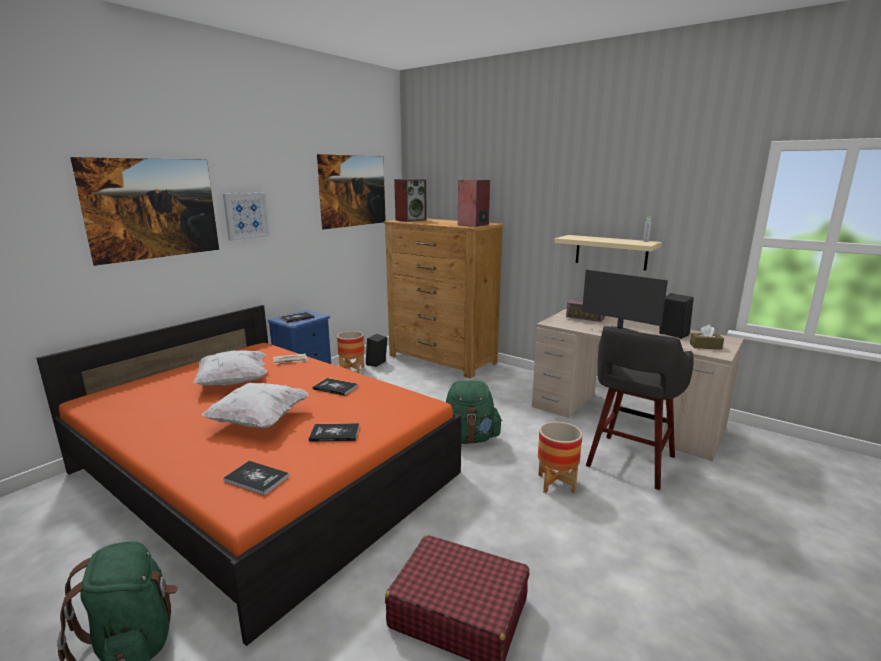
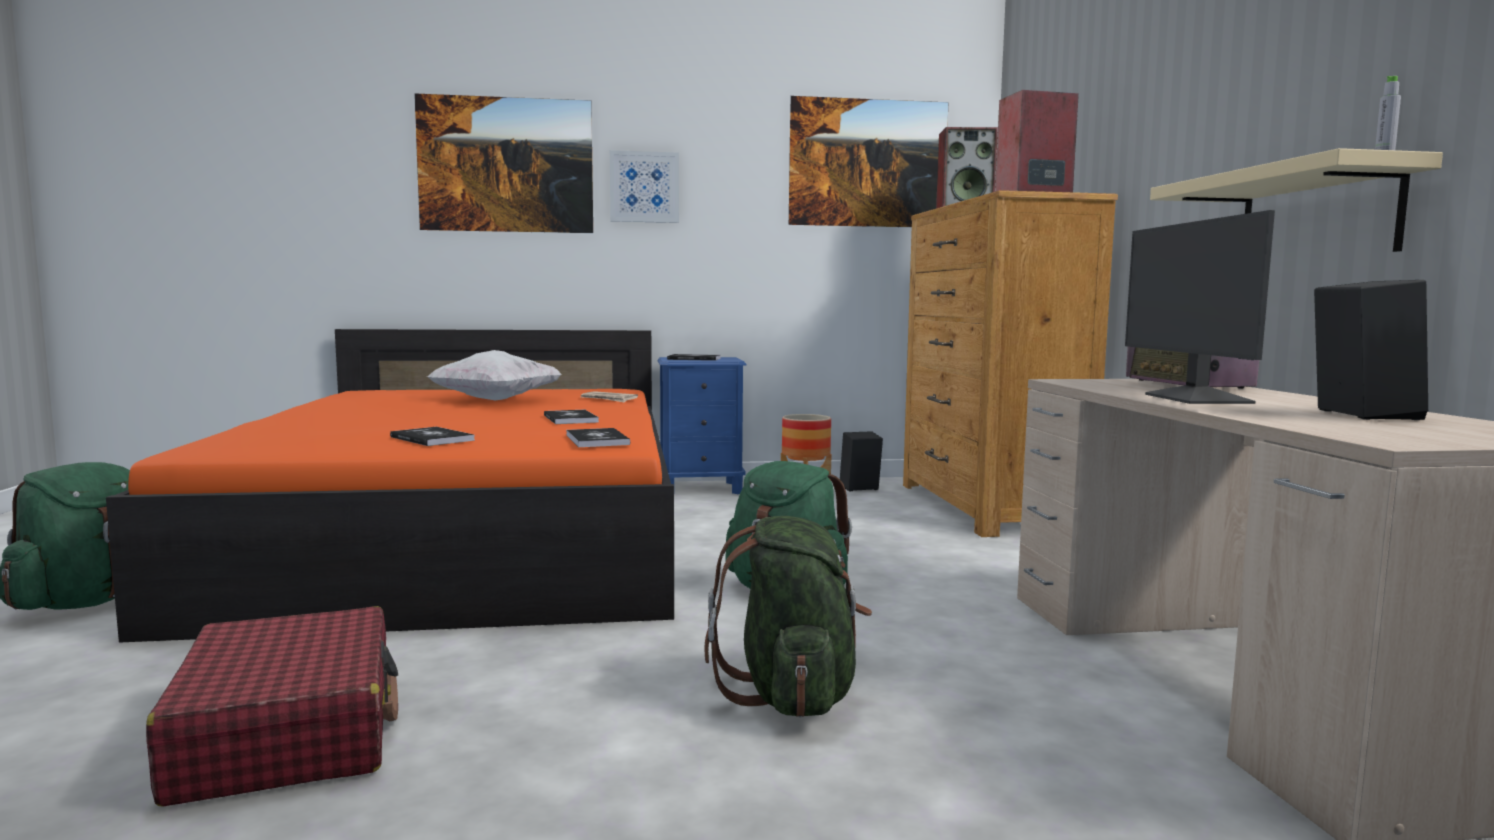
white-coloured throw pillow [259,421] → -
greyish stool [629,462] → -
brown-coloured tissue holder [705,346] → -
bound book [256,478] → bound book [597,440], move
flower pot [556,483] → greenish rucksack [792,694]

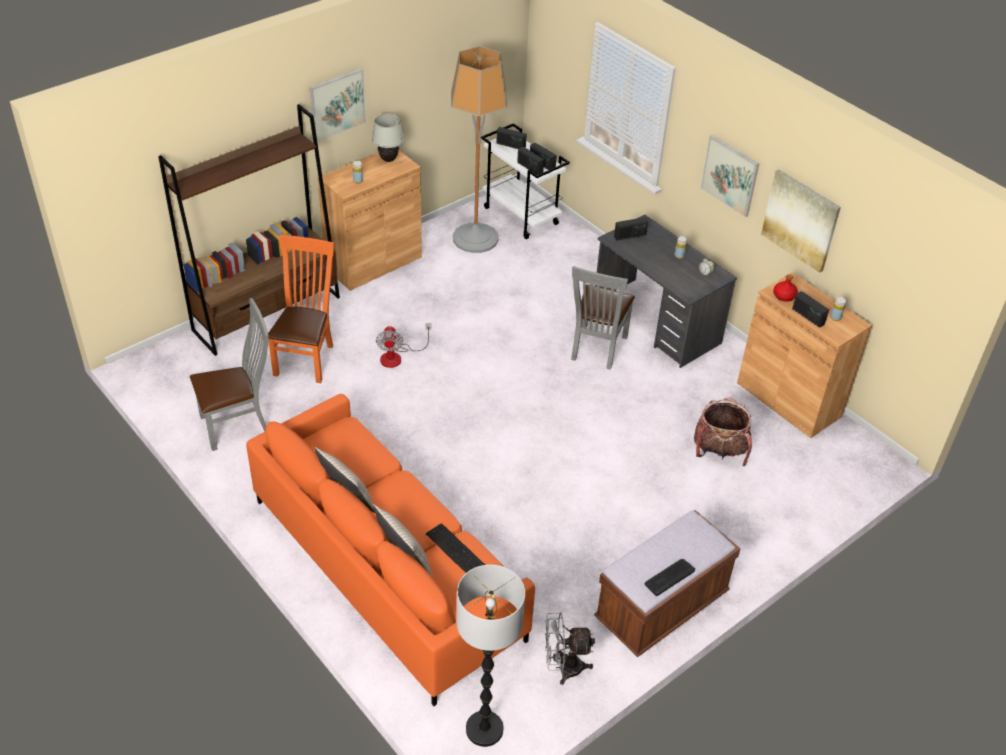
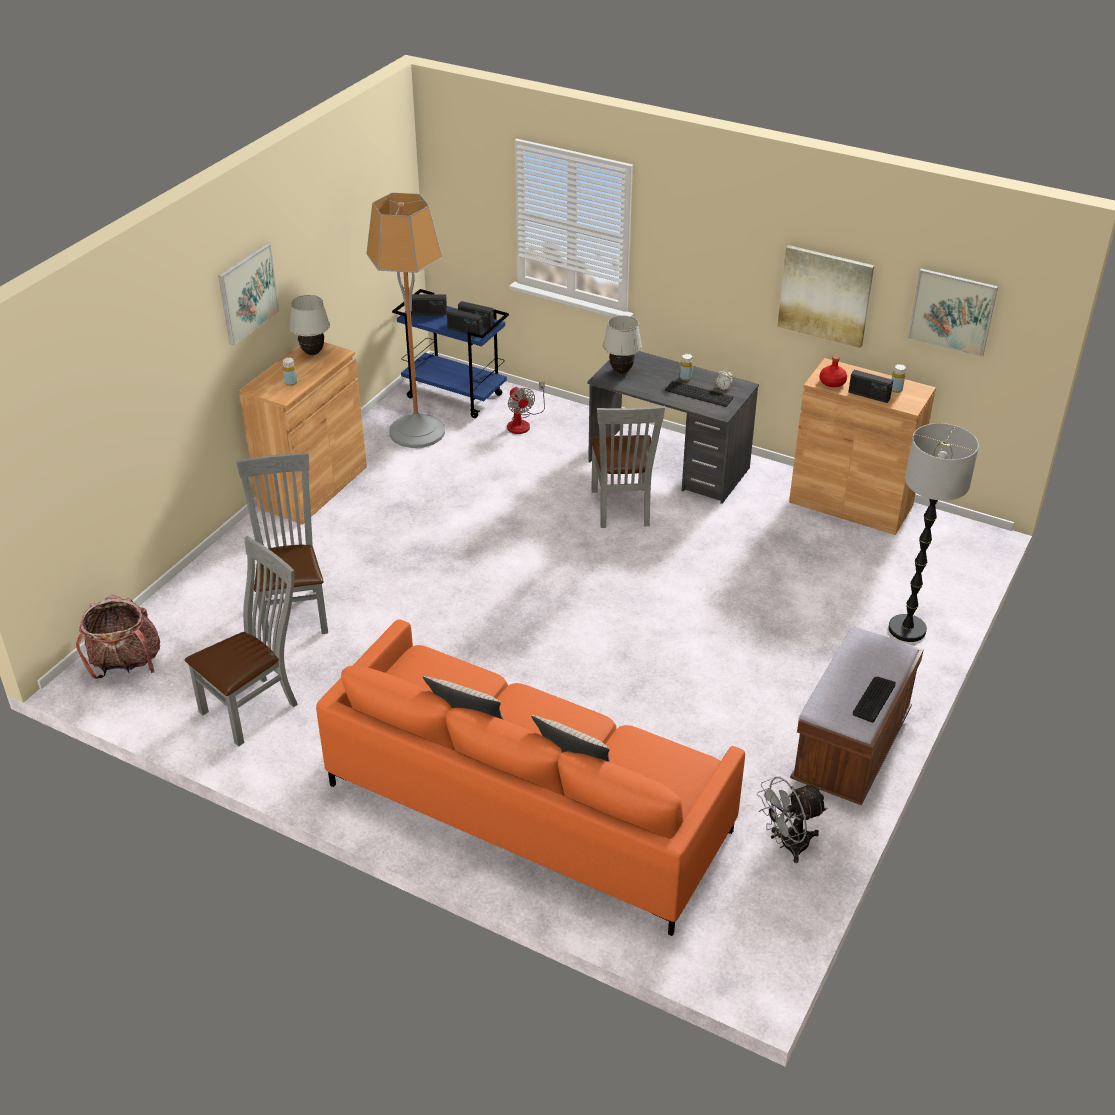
brown-coloured bookshelf [267,313] → -
electric fan [397,357] → electric fan [522,423], move
computer keyboard [456,549] → computer keyboard [698,393], move
floor lamp [484,729] → floor lamp [907,629], move
rucksack [719,451] → rucksack [126,664], move
wall picture [730,175] → wall picture [952,311], move
radio receiver [630,236] → white-coloured tabletop lamp [621,371]
orangey plain chair [306,358] → greyish plain chair [294,610]
white-coloured trolley [521,216] → blue trolley [455,396]

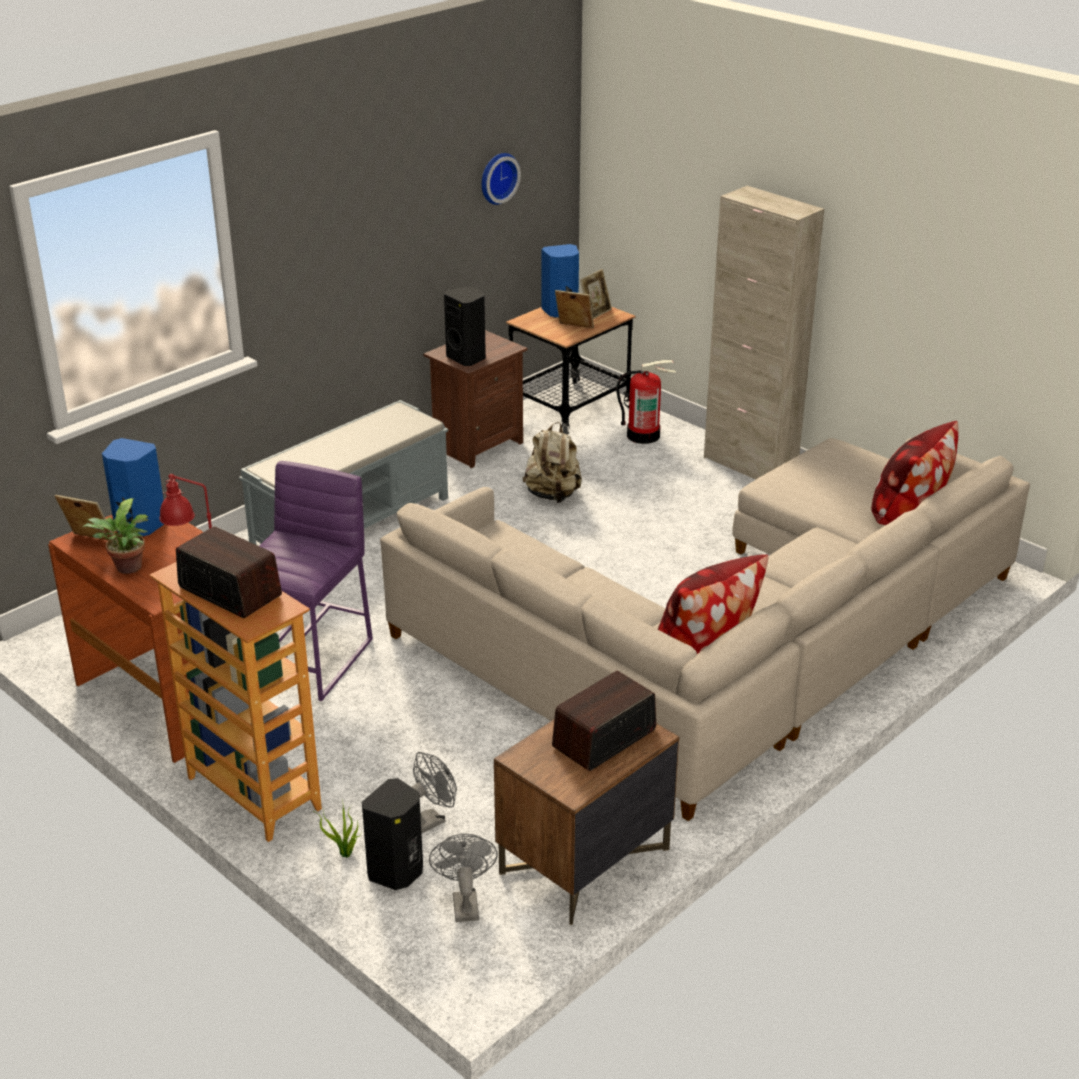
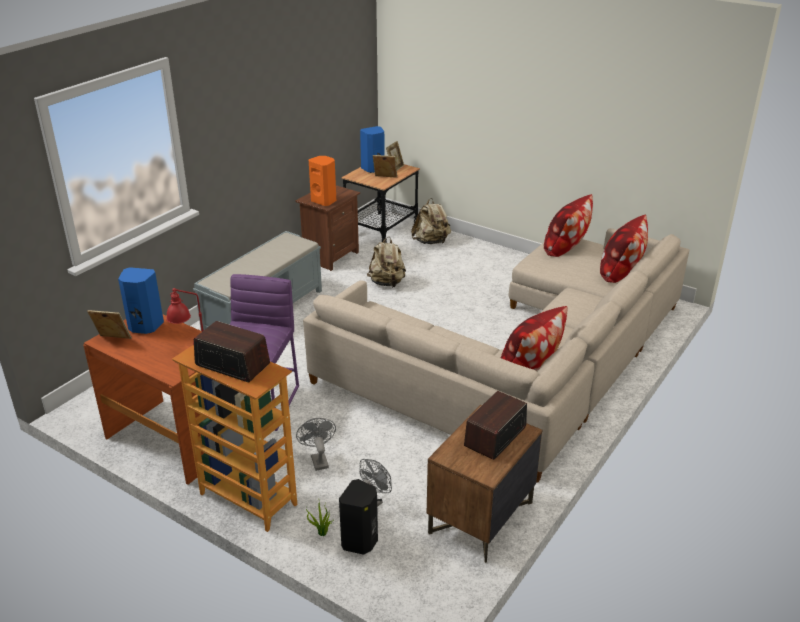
houseplant [126,569] → -
clock on the wall [497,177] → -
beige-coloured cabinet [749,466] → -
- → throw pillow [566,248]
greyish electric fan [464,902] → greyish electric fan [318,459], move
extinguisher [643,435] → beige-coloured rucksack [431,242]
blackish audio speaker [467,358] → orangey audio speaker [324,201]

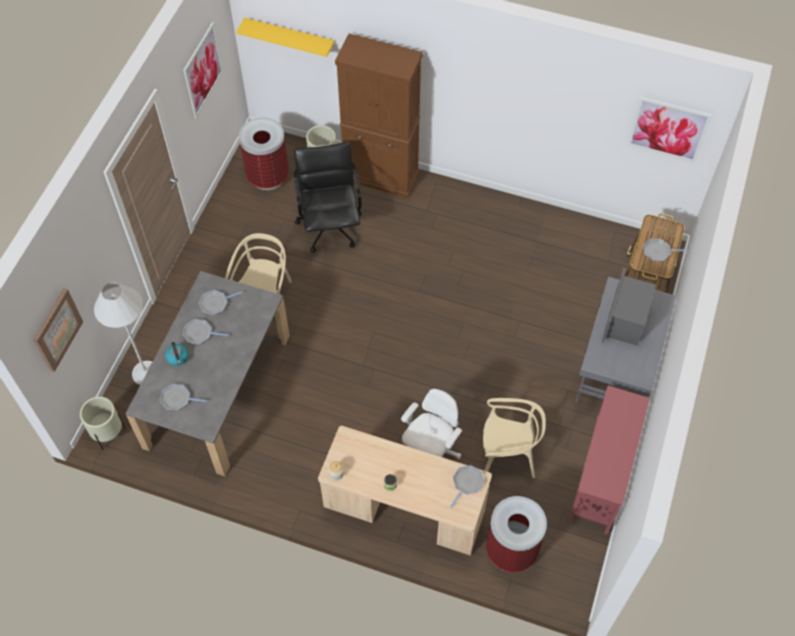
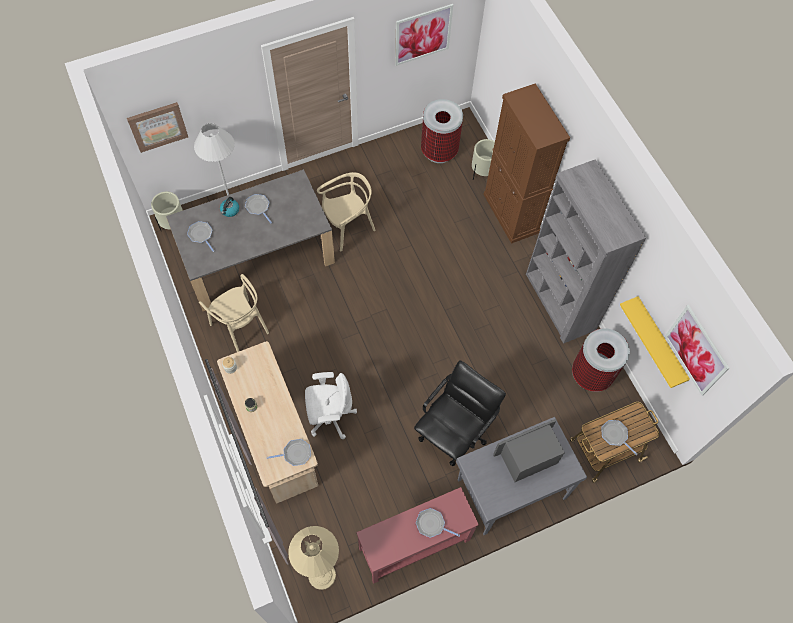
- → beige-coloured floor lamp [322,575]
- → greyish bookshelf [559,302]
skillet [215,303] → skillet [432,524], move
yellowish wall shelf [289,37] → yellowish wall shelf [660,341], move
blackish desk chair [330,226] → blackish desk chair [454,431], move
beige-coloured plain chair [507,456] → beige-coloured plain chair [240,327], move
trash can [511,550] → trash can [591,374], move

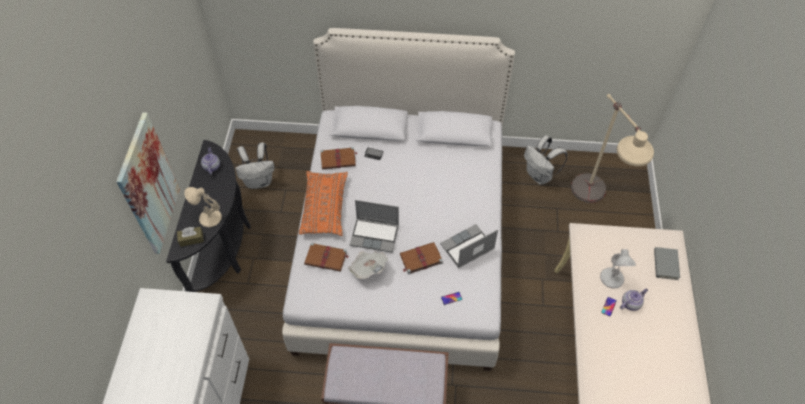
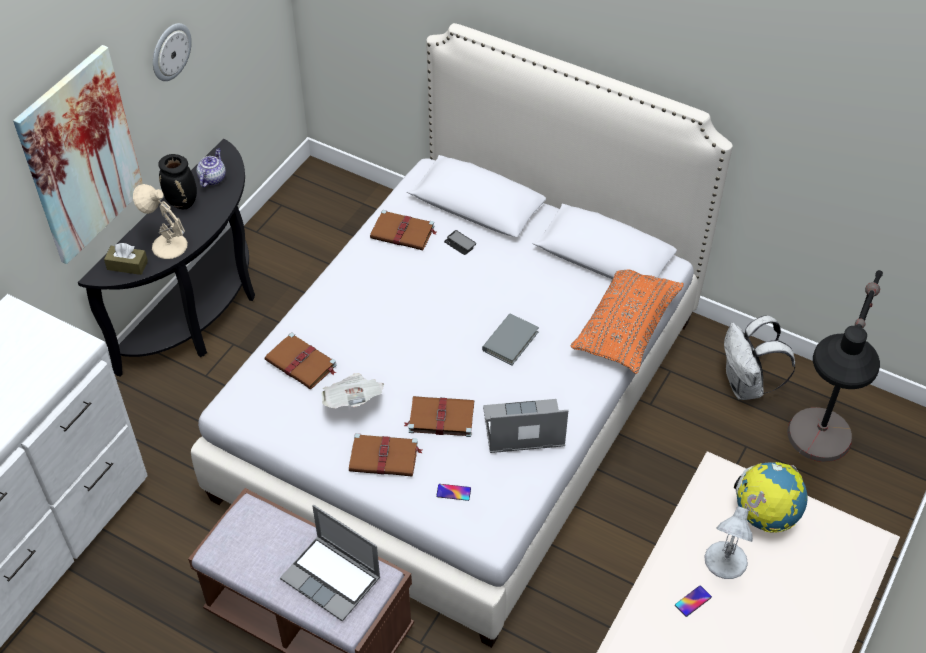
white-coloured rucksack [259,181] → -
pot for tea [631,303] → -
- → clock on the wall [170,51]
- → blackish vase [183,203]
- → brown-coloured bound book [385,457]
- → desk globe [764,515]
orangey throw pillow [324,208] → orangey throw pillow [626,326], move
portable computer [375,235] → portable computer [332,578], move
greyish bound book [665,264] → greyish bound book [510,341], move
beige-coloured floor lamp [592,209] → blackish floor lamp [807,469]

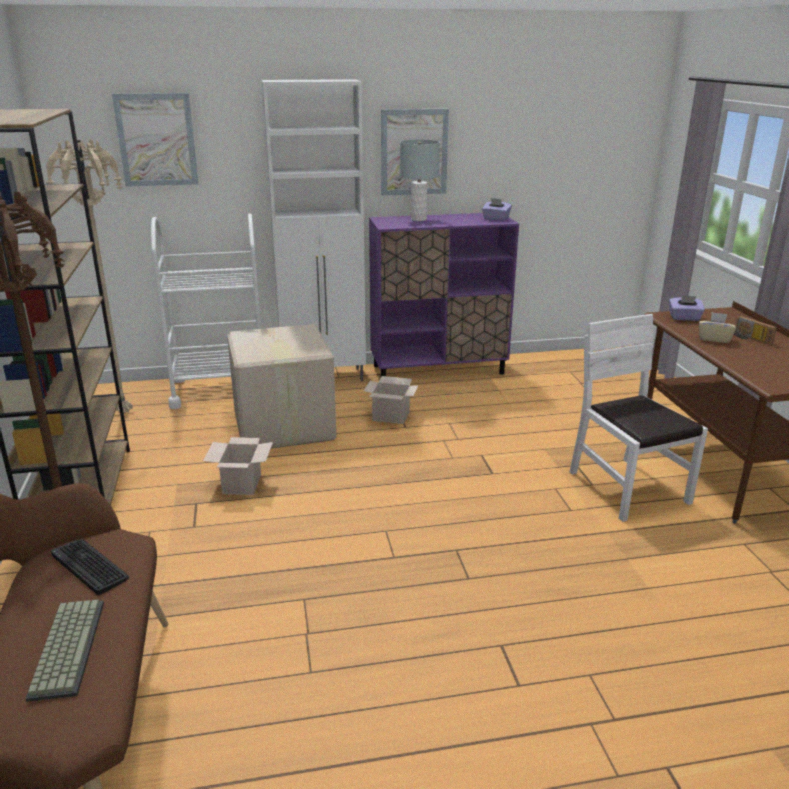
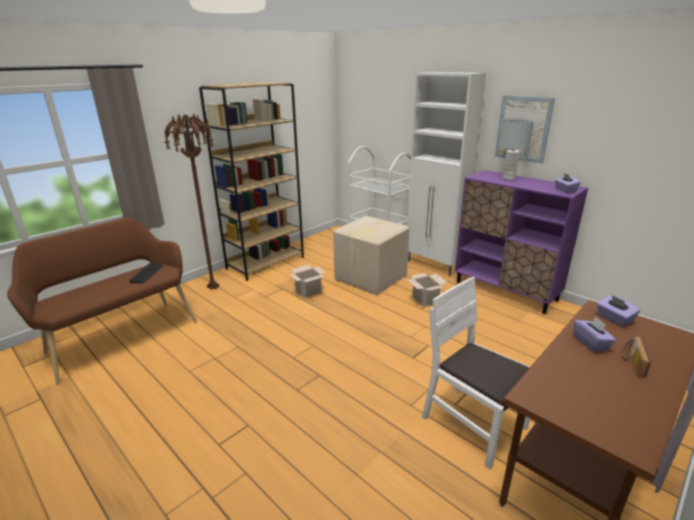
computer keyboard [66,647] → -
beige-coloured floor lamp [125,413] → -
wall picture [156,140] → -
beige-coloured tissue holder [714,339] → purple-coloured tissue holder [591,343]
white-coloured plain chair [627,488] → white-coloured plain chair [473,424], 75 degrees counterclockwise

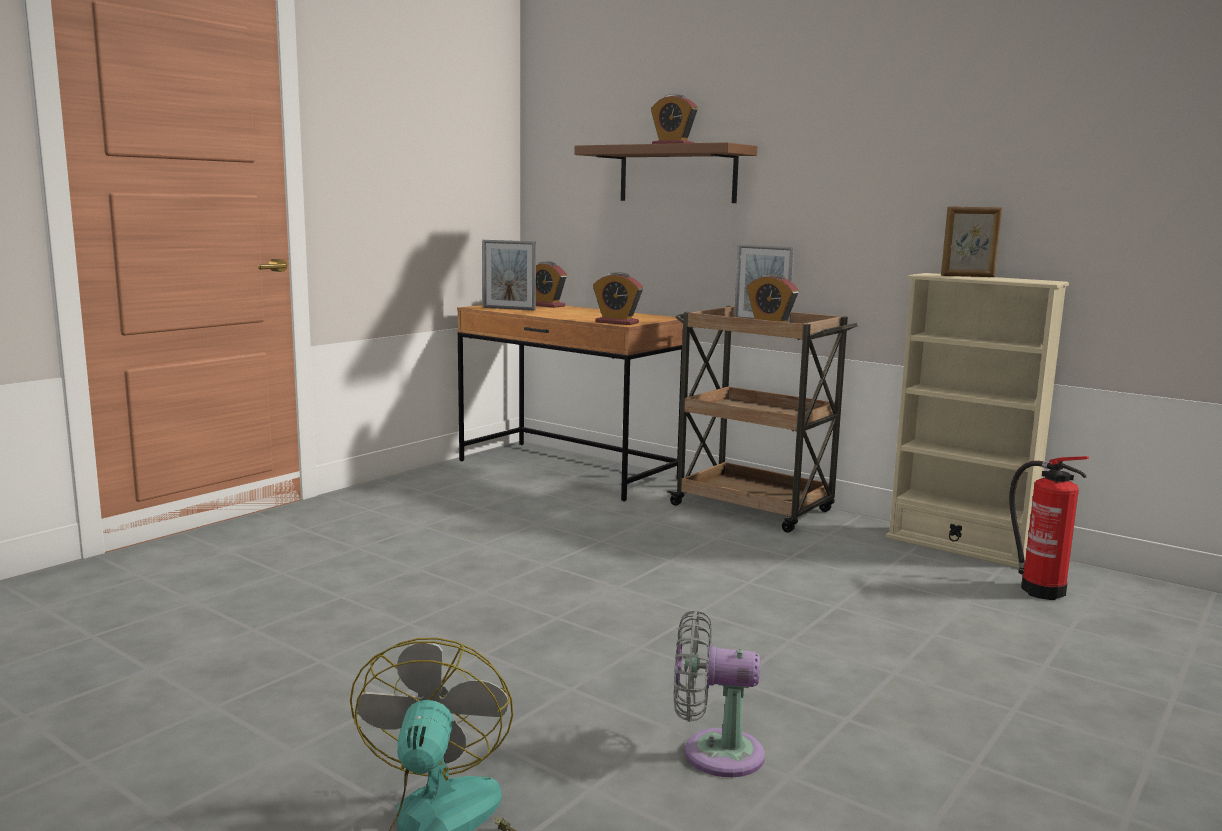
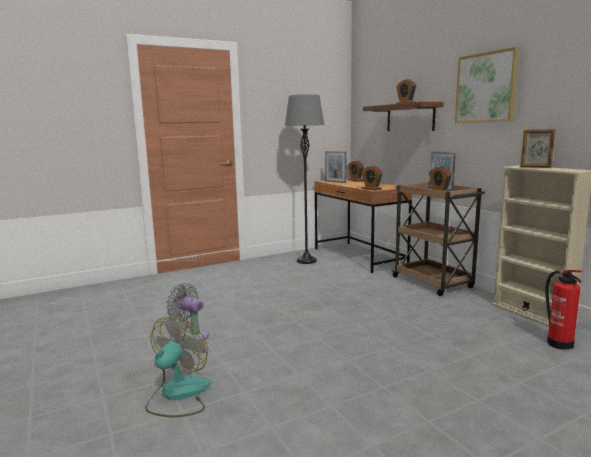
- → greyish floor lamp [306,261]
- → wall picture [486,87]
greyish electric fan [714,753] → greyish electric fan [191,335], move

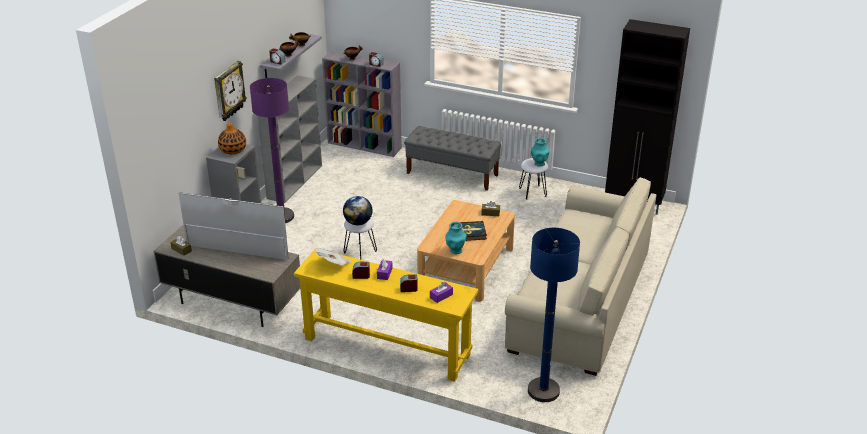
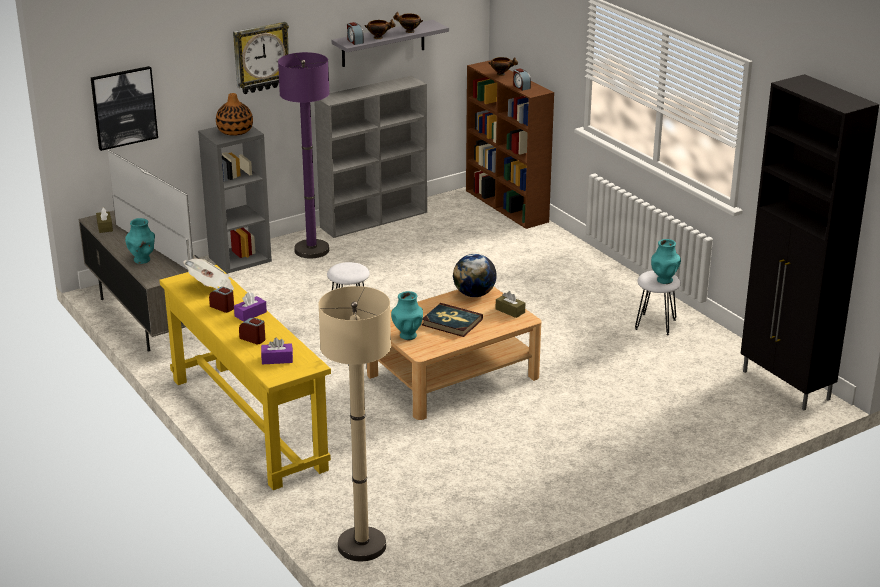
greyish indoor bench [452,174] → -
beige-coloured couch [580,302] → -
- → wall picture [124,107]
- → turquoise-coloured vase [142,260]
desk globe [358,222] → desk globe [474,294], move
greyish bookshelf [365,145] → brown-coloured bookshelf [507,206]
blue floor lamp [543,391] → beige-coloured floor lamp [361,546]

